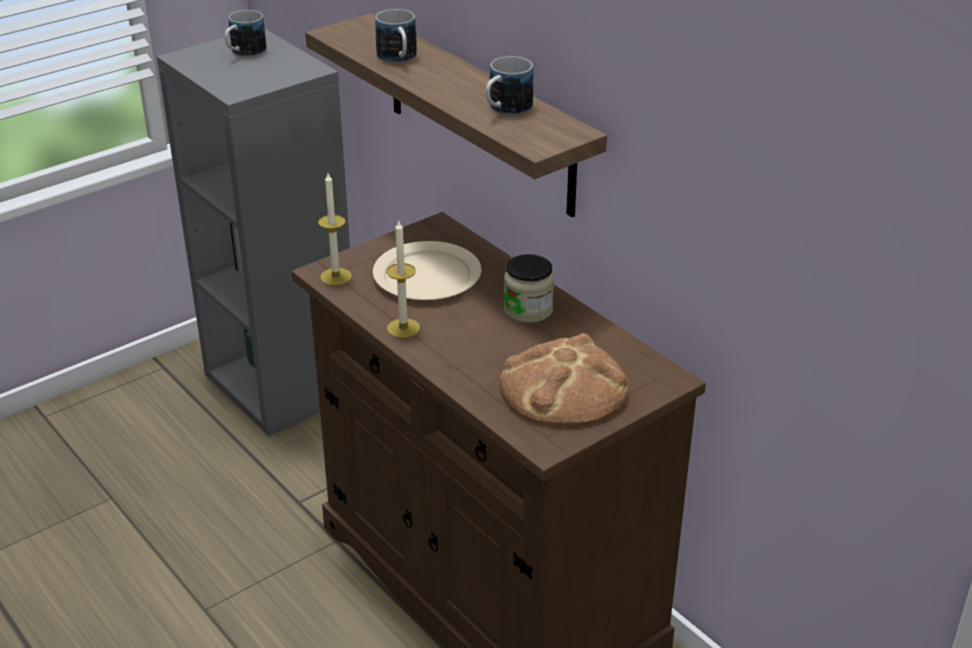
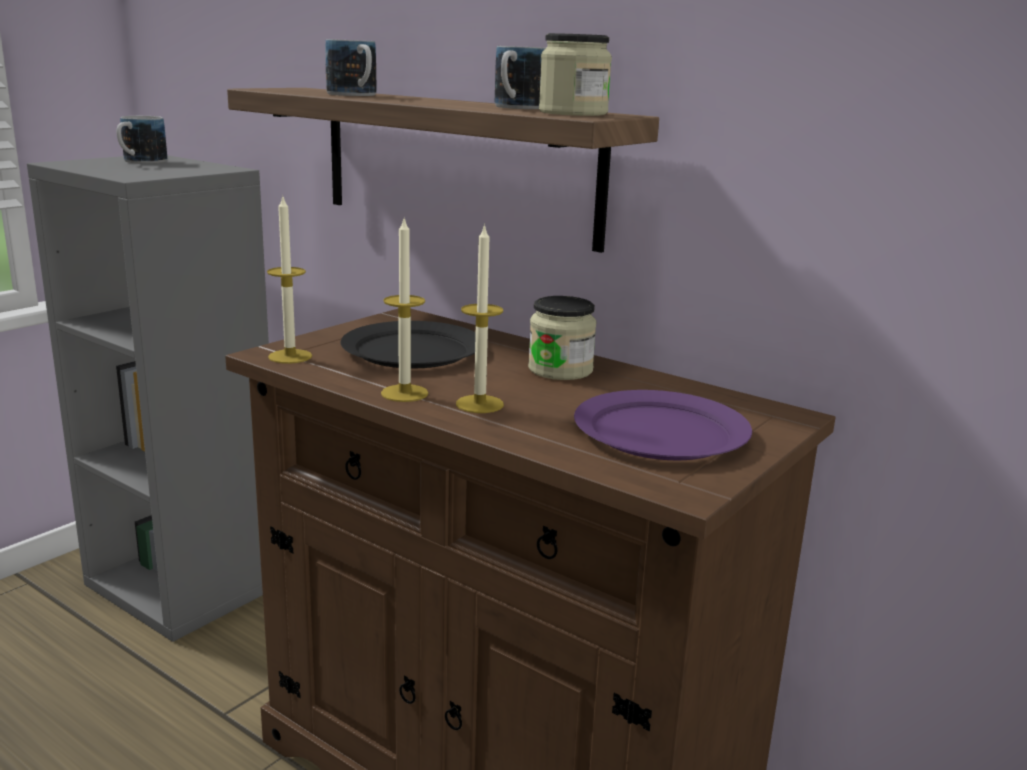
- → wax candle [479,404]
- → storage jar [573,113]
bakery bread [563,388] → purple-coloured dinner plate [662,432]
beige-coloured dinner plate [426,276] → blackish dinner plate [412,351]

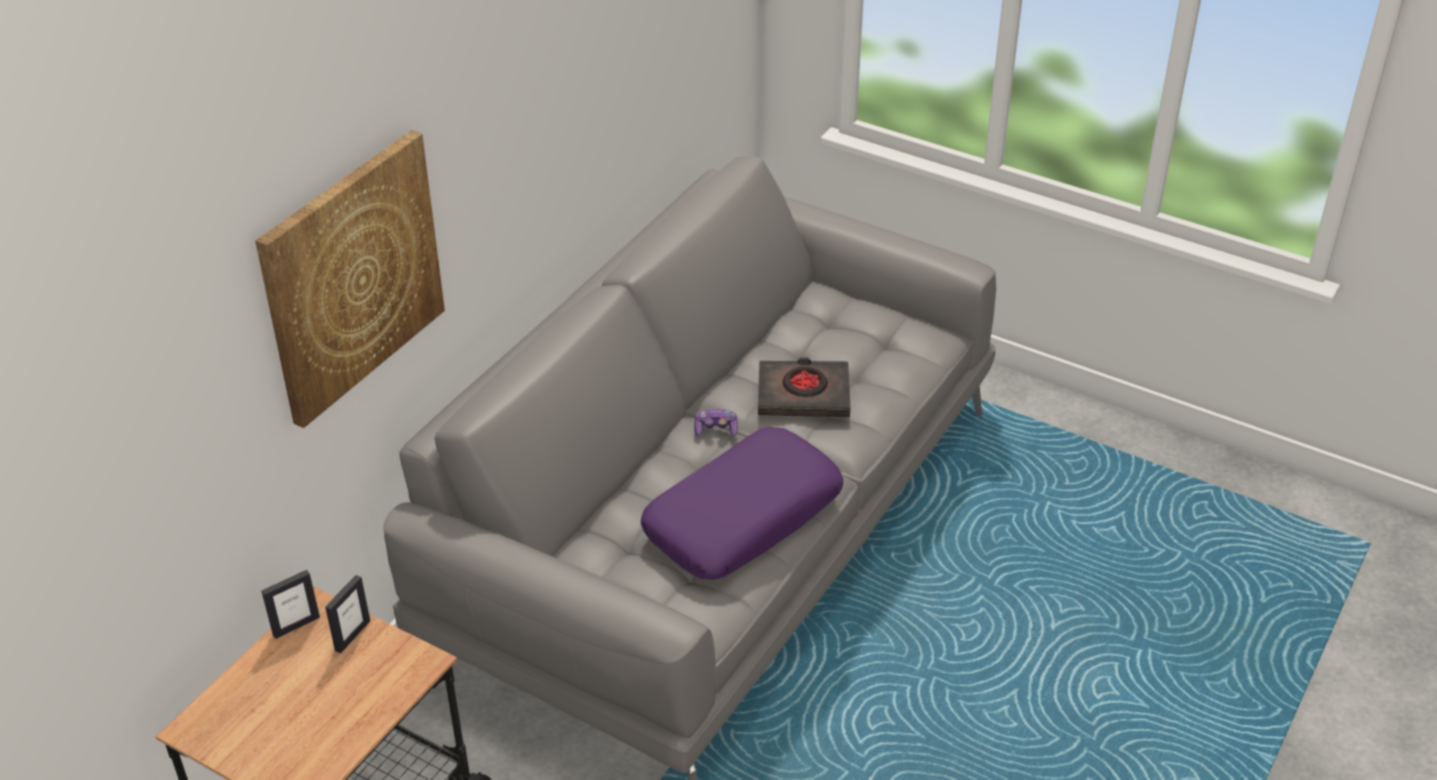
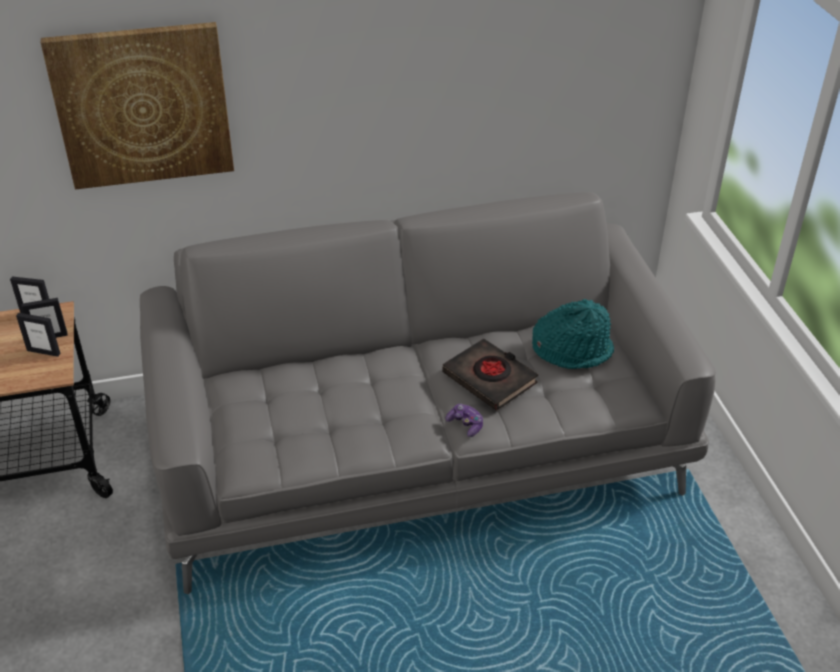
purple-coloured throw pillow [742,517] → -
- → photo frame [43,352]
- → turquoise-coloured hat [572,349]
gamepad [716,430] → gamepad [465,425], move

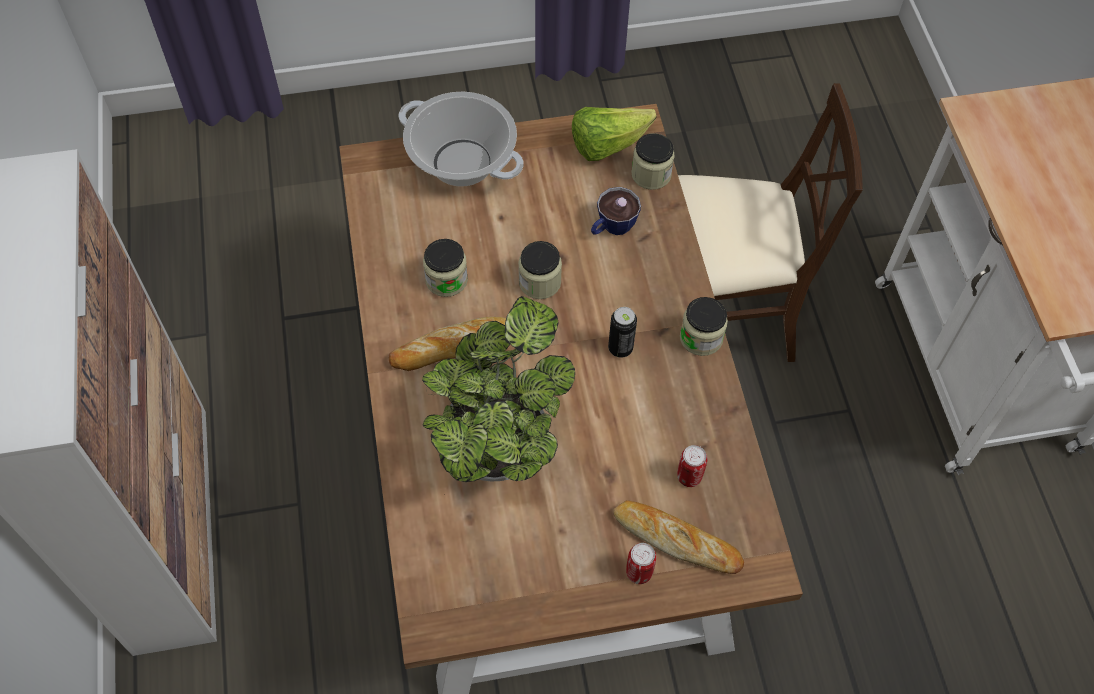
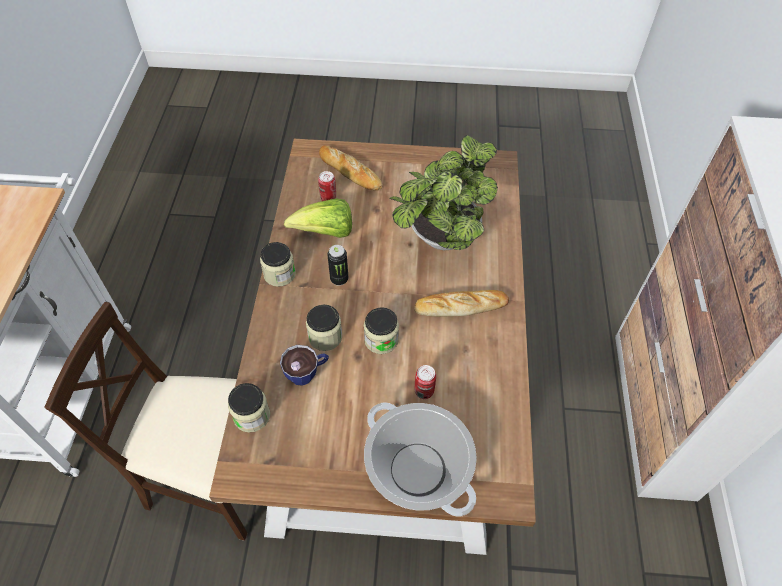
storage jar [446,280] → storage jar [325,337], move
lettuce [607,145] → lettuce [325,233], move
metal can [639,573] → metal can [424,391], move

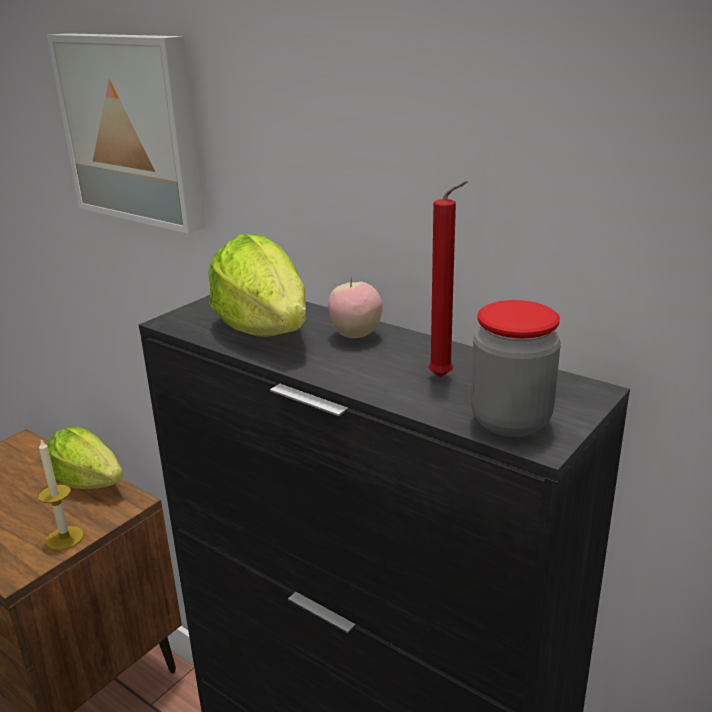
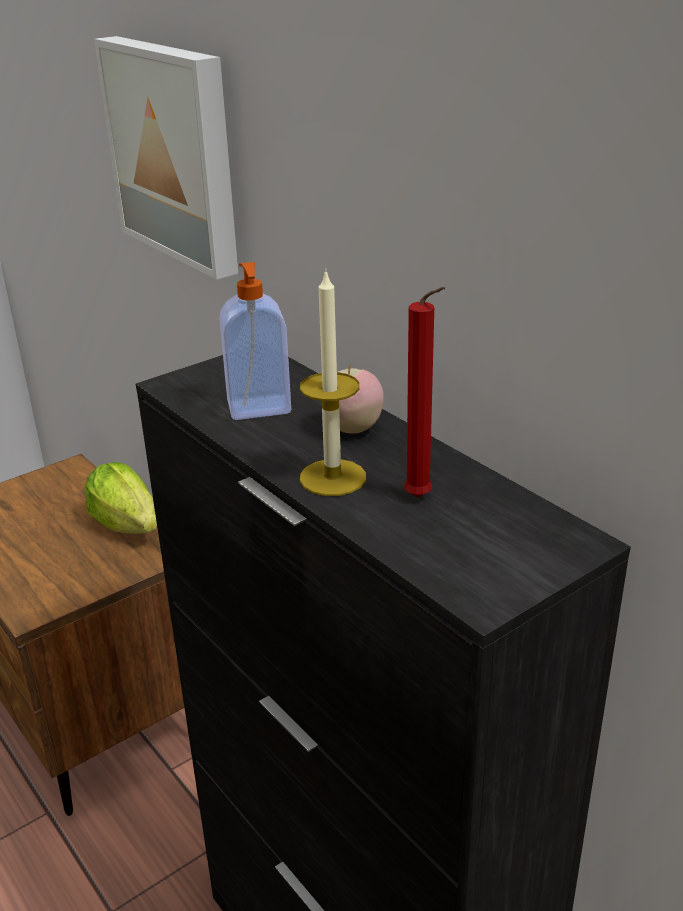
storage jar [510,421] → -
wax candle [65,538] → wax candle [333,477], move
lettuce [264,330] → soap bottle [259,409]

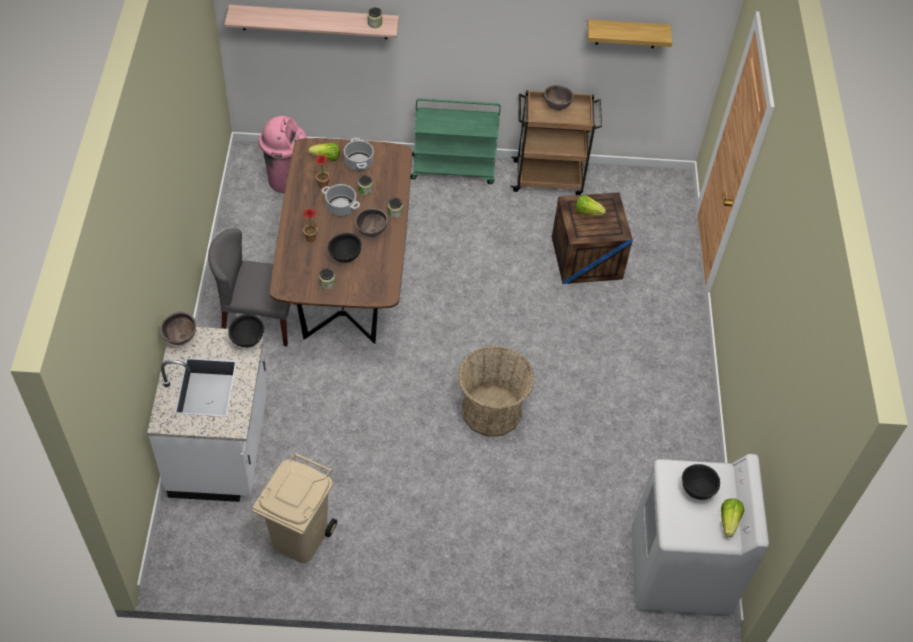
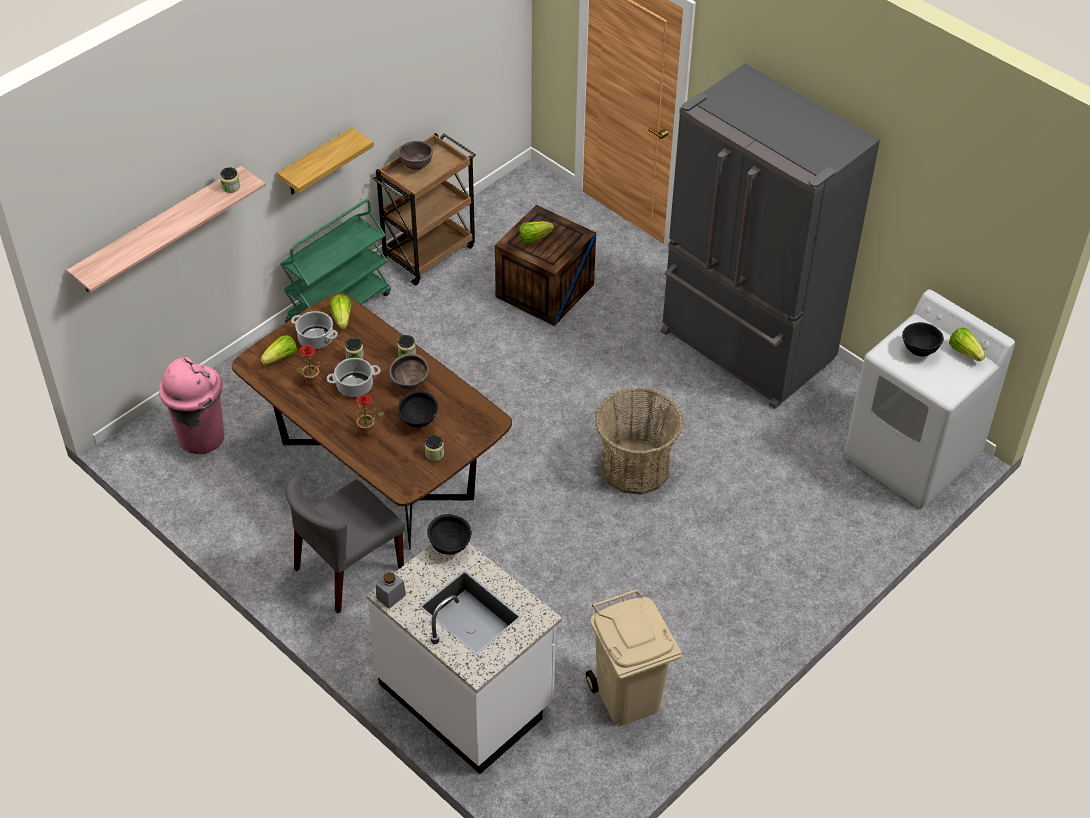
- → lettuce [342,318]
- → greyish refrigerator [745,348]
wall shelf [626,33] → wall shelf [316,163], move
brown-coloured serving bowl [180,338] → greyish storage jar [391,596]

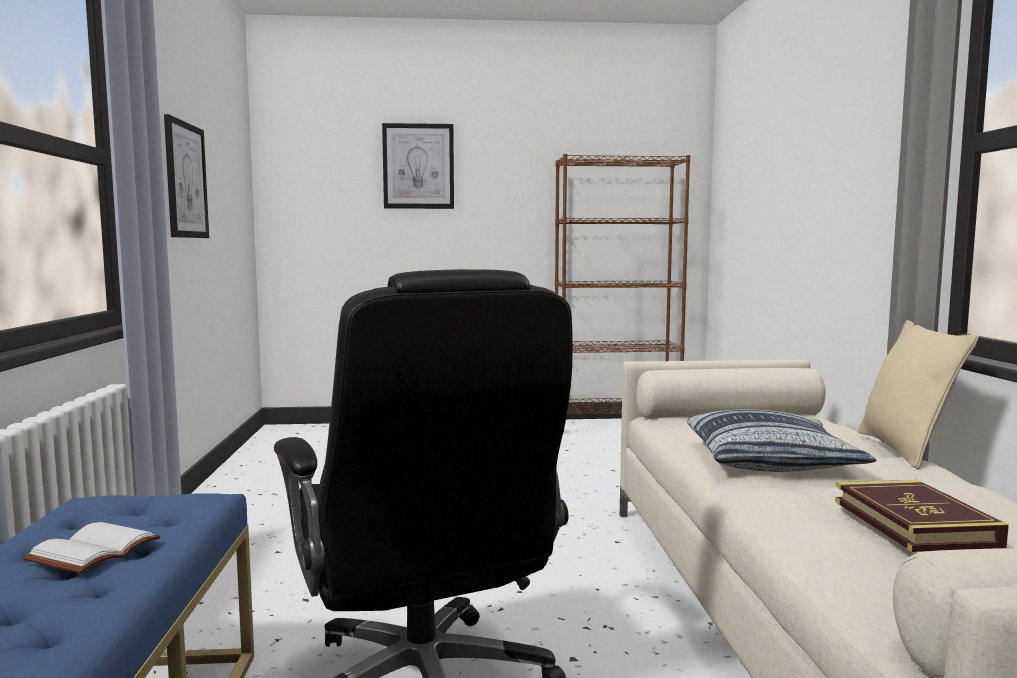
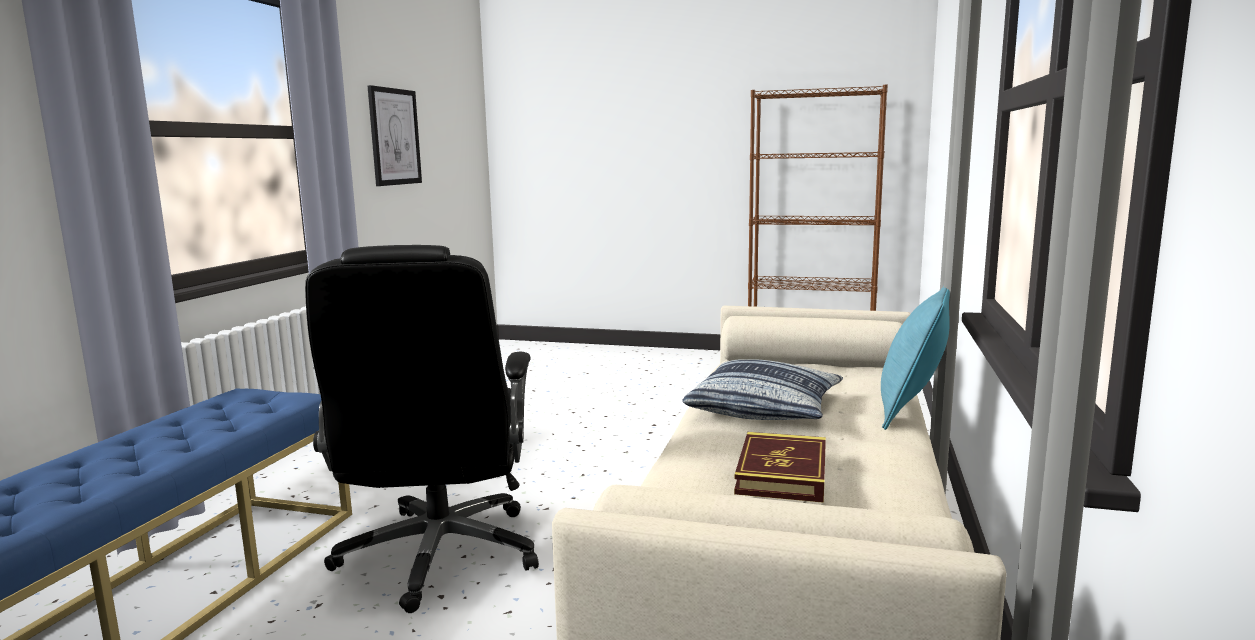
white-coloured bound book [95,552] → -
wall picture [418,166] → -
beige-coloured throw pillow [904,450] → turquoise-coloured throw pillow [911,411]

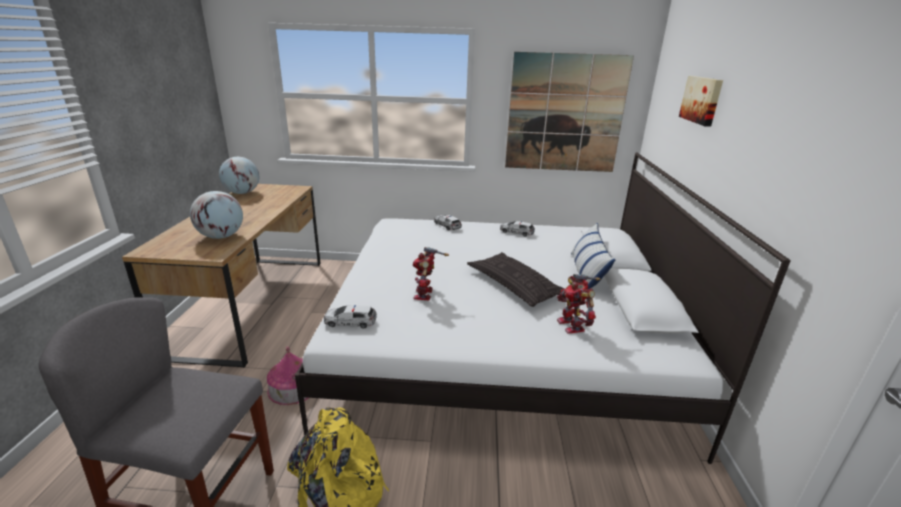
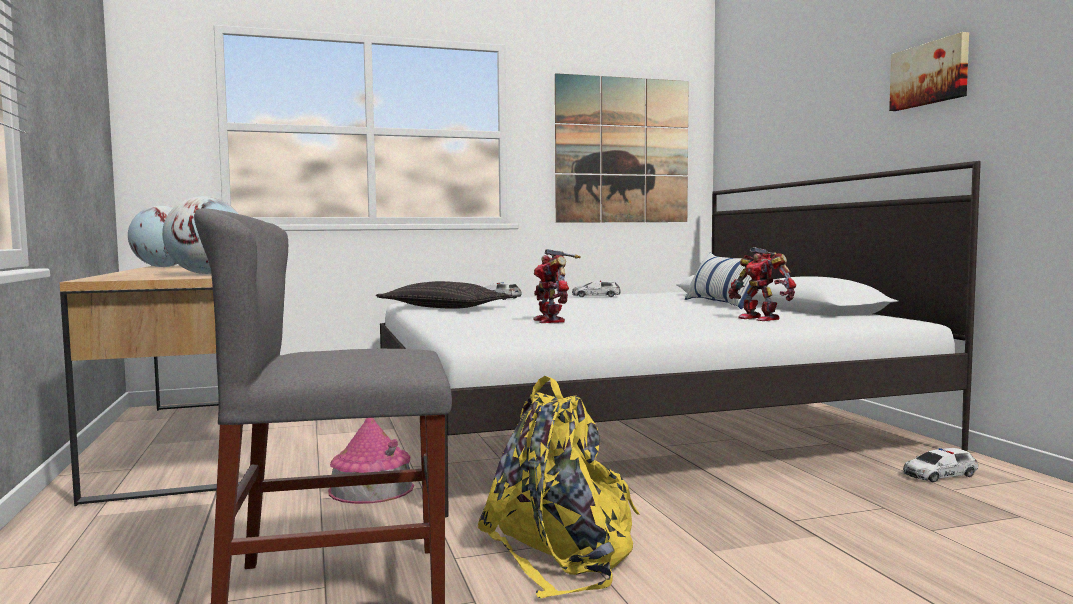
model car [350,321] → model car [939,475], move
throw pillow [514,284] → throw pillow [443,307], move
wall picture [702,100] → wall picture [930,74], move

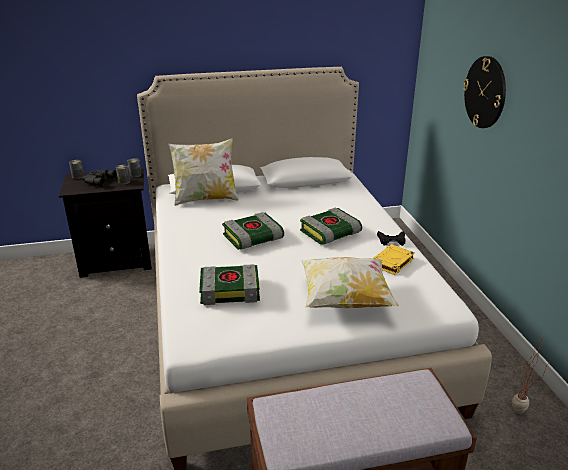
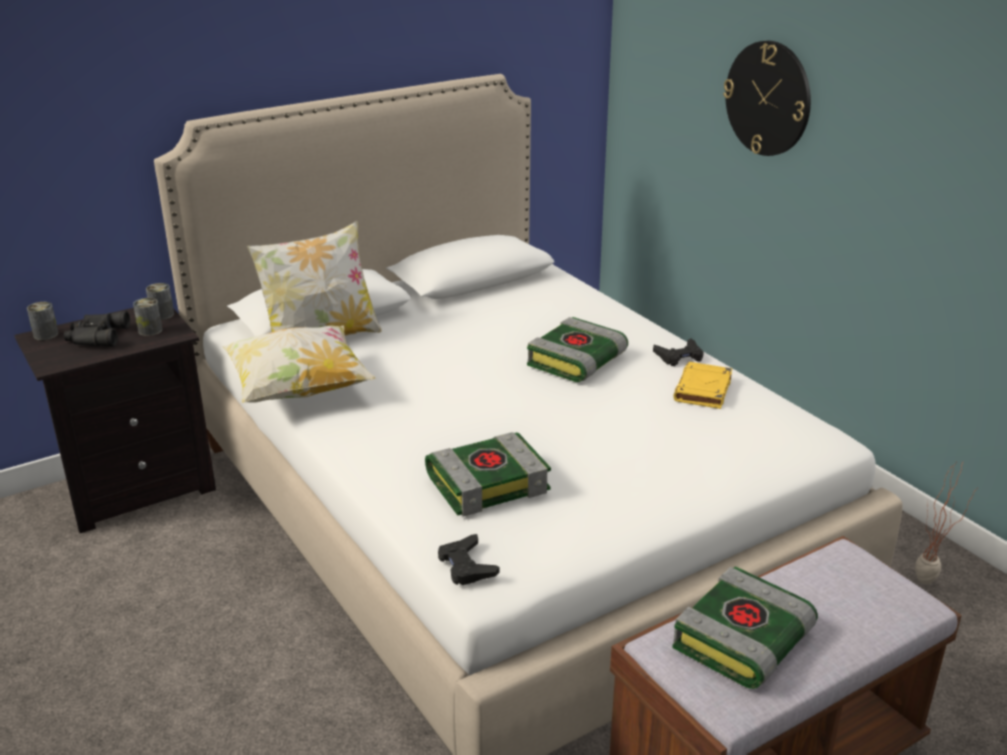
- → blackish gamepad [466,566]
bound book [252,238] → bound book [743,642], move
throw pillow [345,299] → throw pillow [299,390], move

